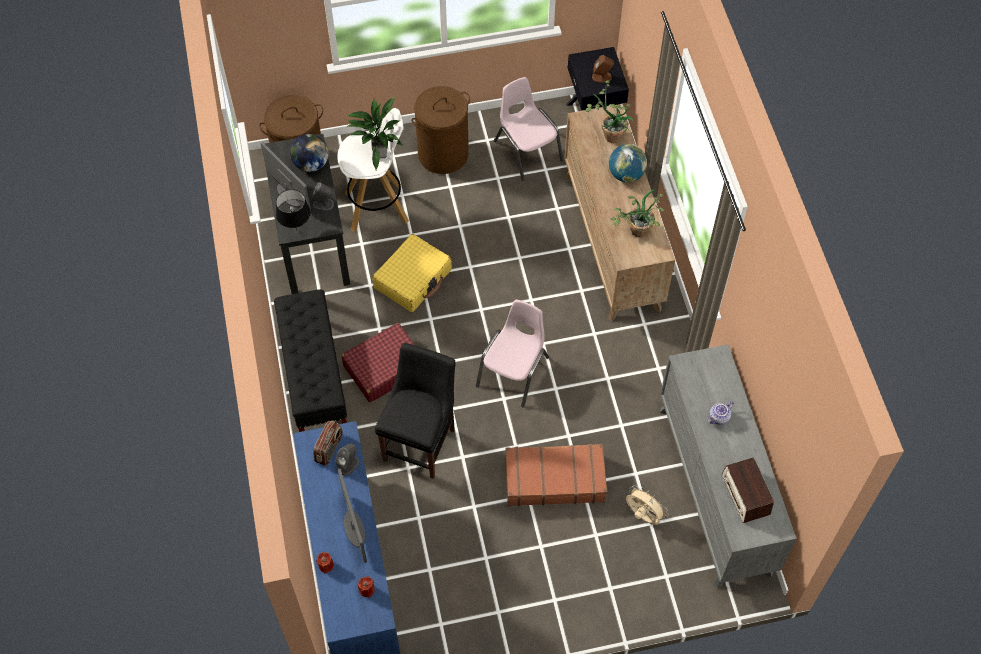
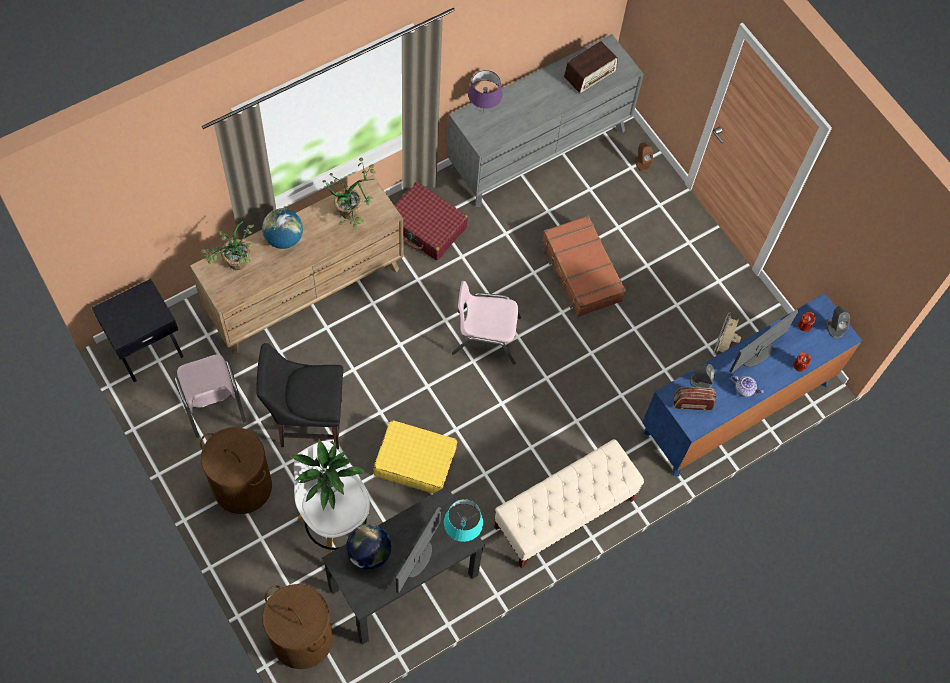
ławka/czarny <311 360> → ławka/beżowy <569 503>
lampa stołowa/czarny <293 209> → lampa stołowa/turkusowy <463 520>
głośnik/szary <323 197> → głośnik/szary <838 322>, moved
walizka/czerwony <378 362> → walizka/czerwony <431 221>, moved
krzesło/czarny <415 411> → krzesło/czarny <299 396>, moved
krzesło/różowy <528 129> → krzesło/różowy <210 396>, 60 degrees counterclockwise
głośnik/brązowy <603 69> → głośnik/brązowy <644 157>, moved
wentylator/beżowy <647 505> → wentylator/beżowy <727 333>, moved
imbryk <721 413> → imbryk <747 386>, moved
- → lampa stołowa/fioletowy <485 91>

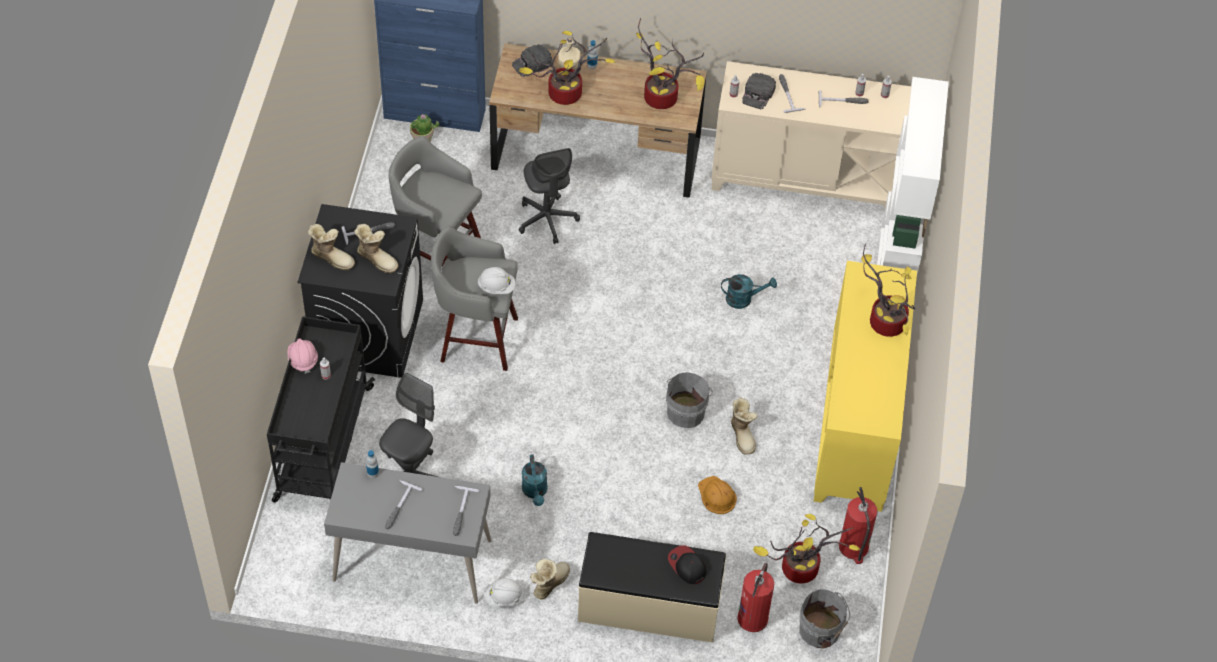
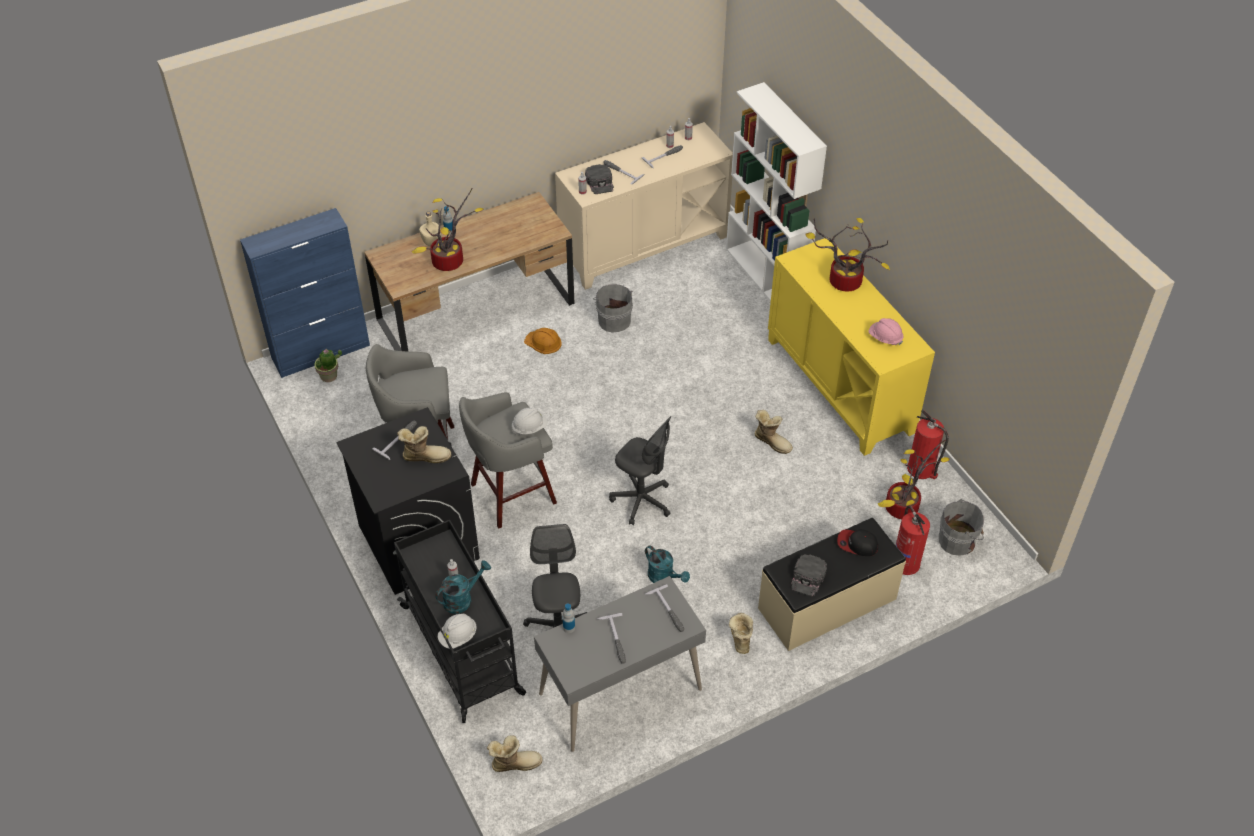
kask/różowy <302 356> → kask/różowy <886 331>, moved
but z cholewką <331 247> → but z cholewką <514 753>, moved
kask/biały <505 592> → kask/biały <457 631>, moved
czapka z daszkiem/czarny <532 60> → czapka z daszkiem/czarny <809 575>, moved
krzesło biurowe/szary <549 196> → krzesło biurowe/szary <640 470>, moved
roślina doniczkowa <670 63> → -
wiadro/szary <689 400> → wiadro/szary <613 308>, moved
kask/pomarańczowy <717 495> → kask/pomarańczowy <543 341>, moved
konewka/turkusowy <749 291> → konewka/turkusowy <463 587>, moved

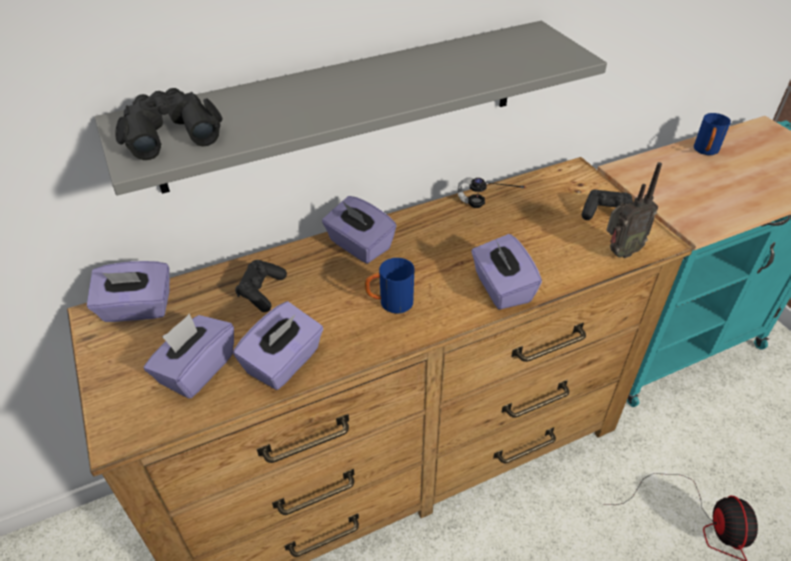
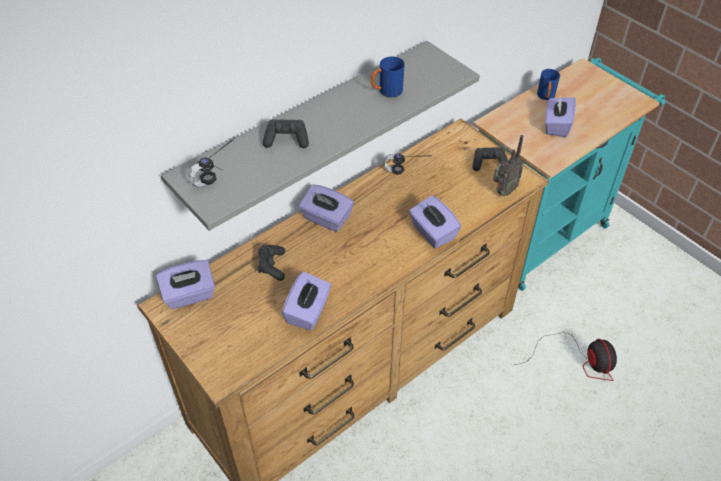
lornetka/czarny <169 124> → słuchawki <212 162>
pudełko chusteczek/fioletowy <189 356> → pudełko chusteczek/fioletowy <560 115>, moved
kubek/niebieski <389 286> → kubek/niebieski <388 76>, moved
- → pad do gier/czarny <286 133>

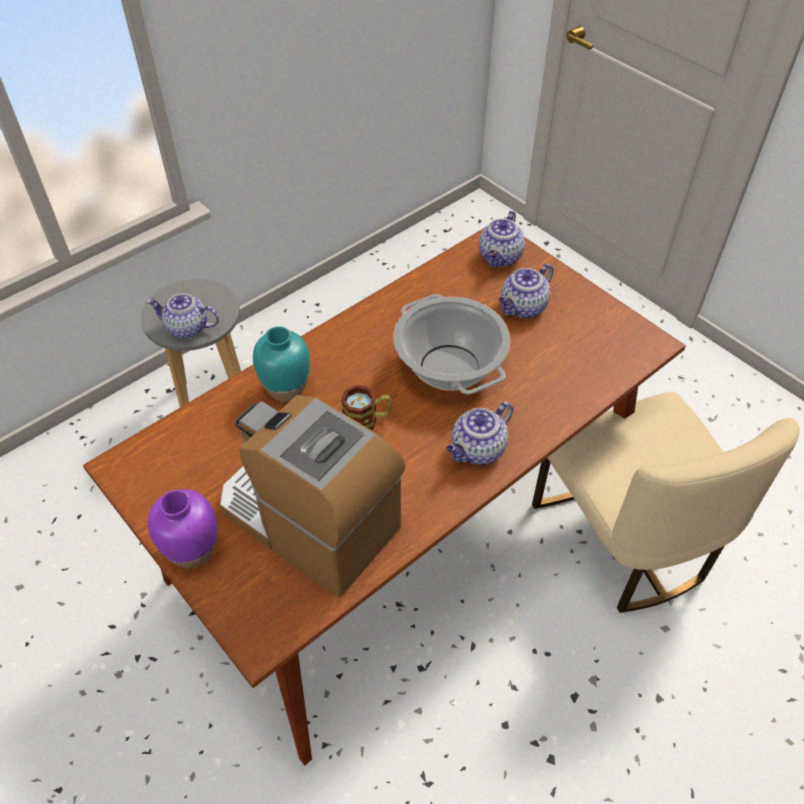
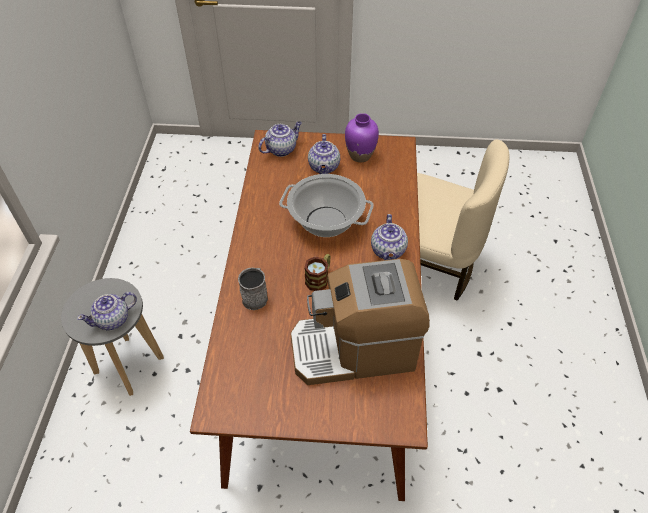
wazon/fioletowy <182 528> → wazon/fioletowy <362 137>, moved
wazon/turkusowy <281 364> → kubek/szary <253 289>
imbryk <502 239> → imbryk <280 139>, 105 degrees counterclockwise

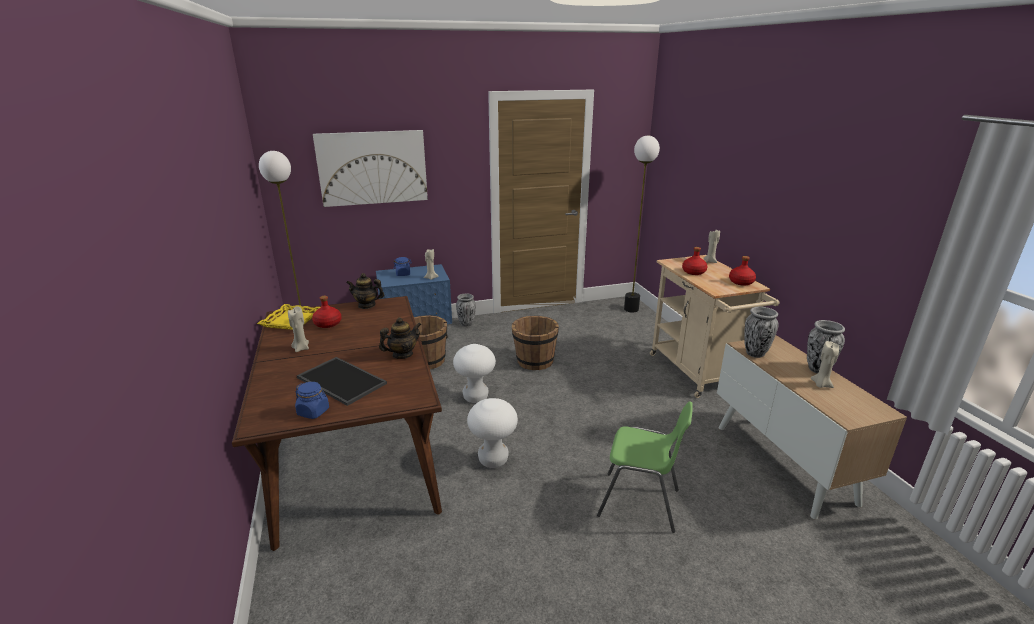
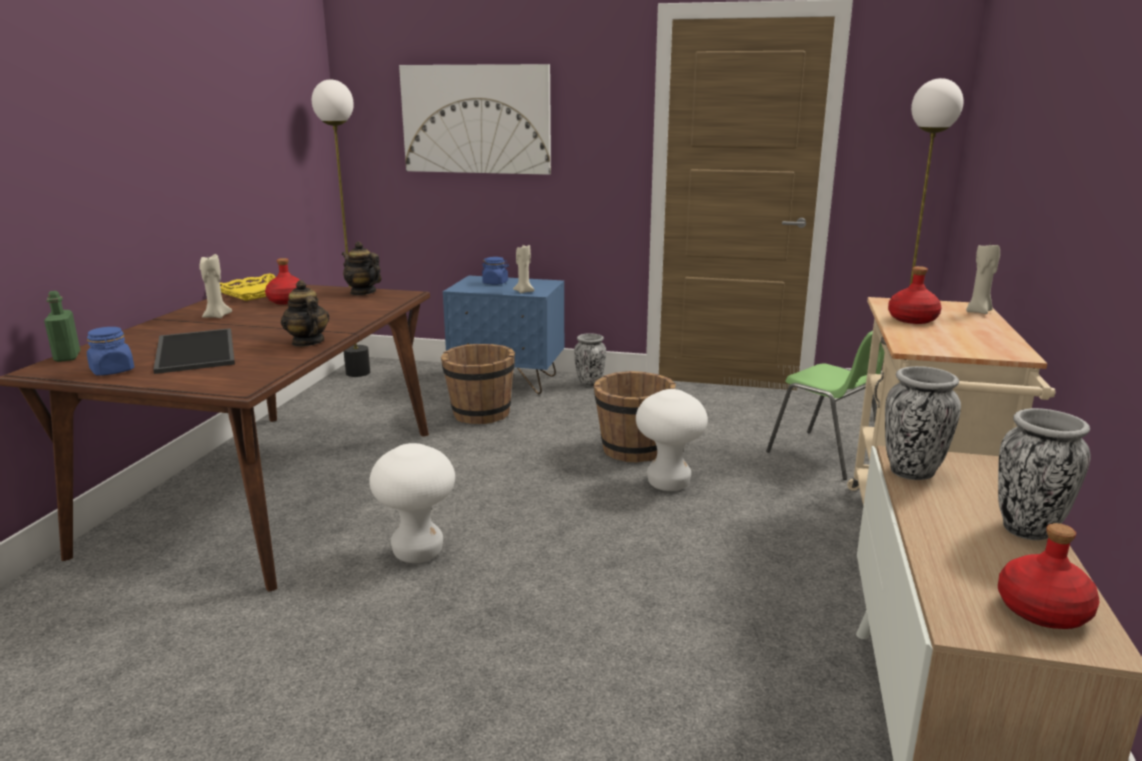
imbryk <400 338> → imbryk <305 313>, 120 degrees counterclockwise
stołek/biały <474 373> → stołek/biały <672 440>, moved
krzesło/zielony <645 467> → krzesło/zielony <825 405>, moved
butelka/czerwony <742 271> → butelka/czerwony <1049 576>, moved
świeca/beżowy <825 364> → -
- → butelka/zielony <62 326>

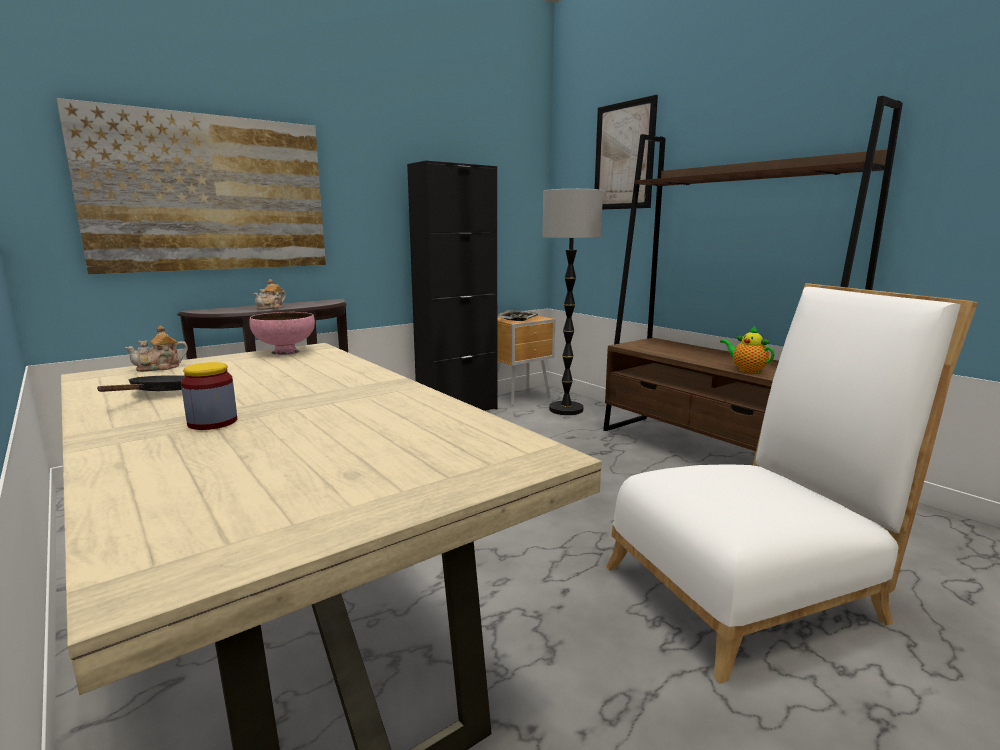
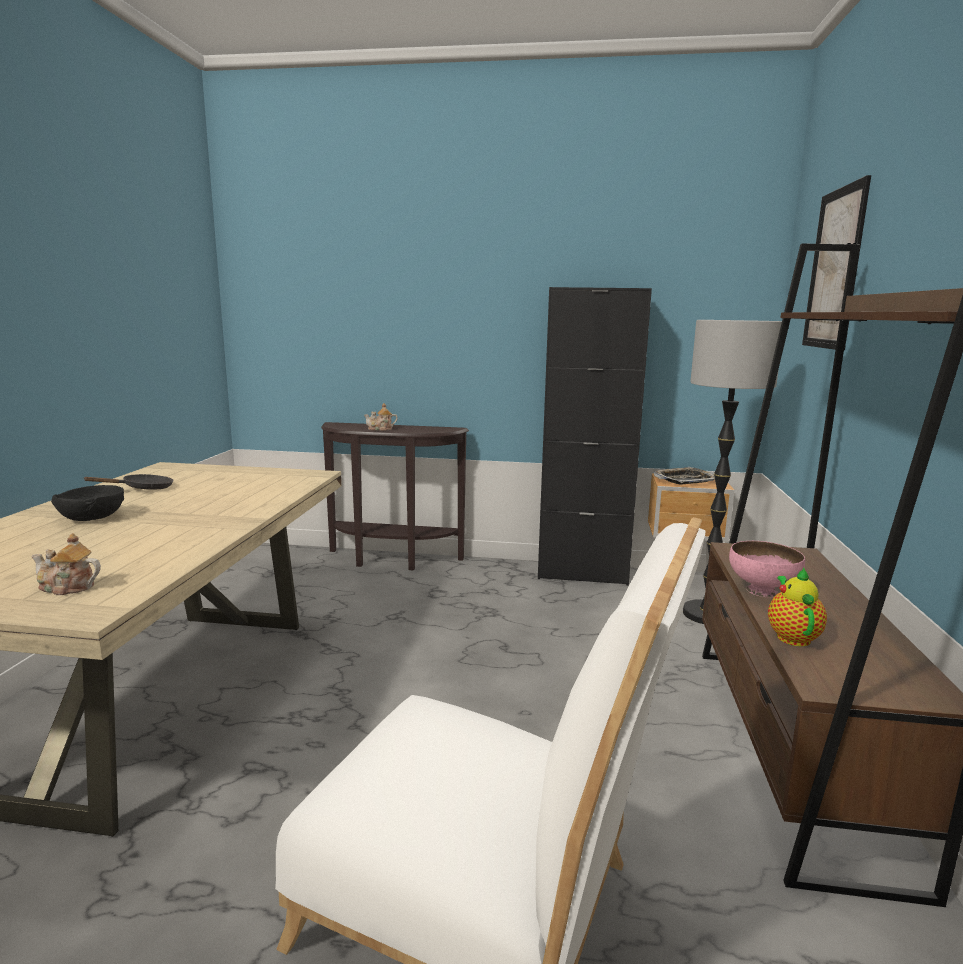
obraz <191 186> → -
imbryk <156 349> → imbryk <66 564>, moved
słoik <209 396> → miska/czarny <87 503>
miska/różowy <282 333> → miska/różowy <767 569>, moved

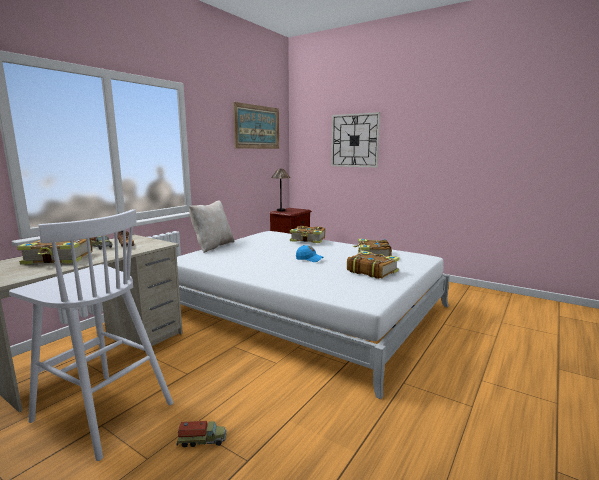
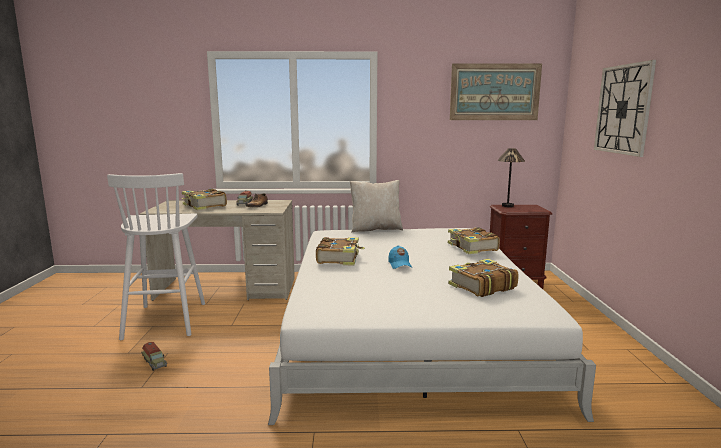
książka <373 265> → książka <340 251>, moved

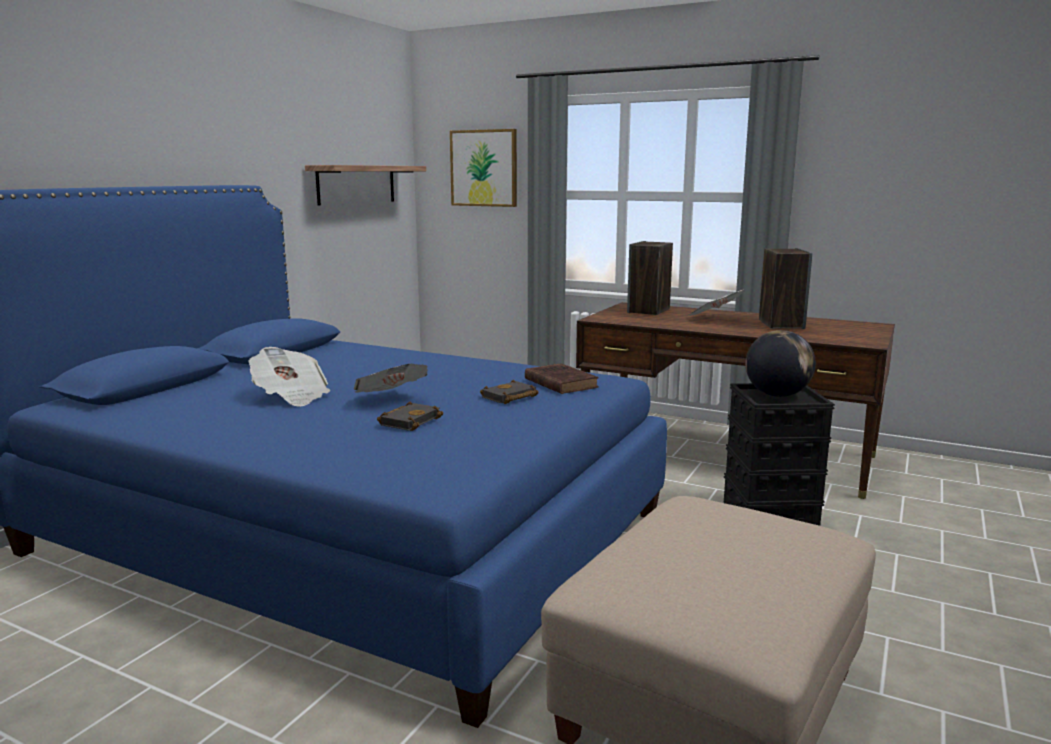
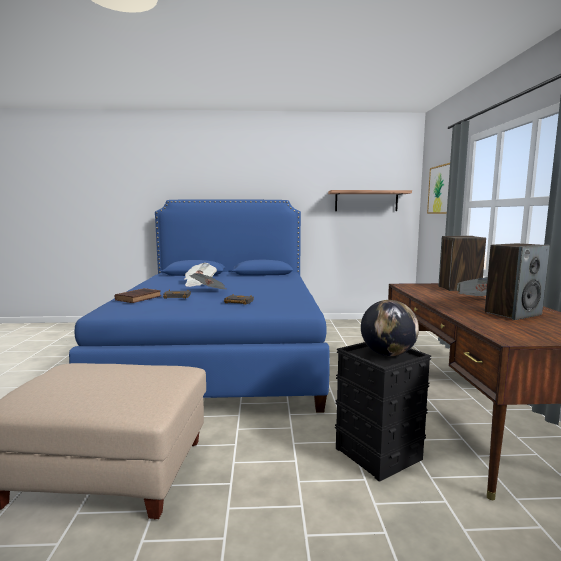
książka/brązowy <562 378> → książka/brązowy <138 295>, moved

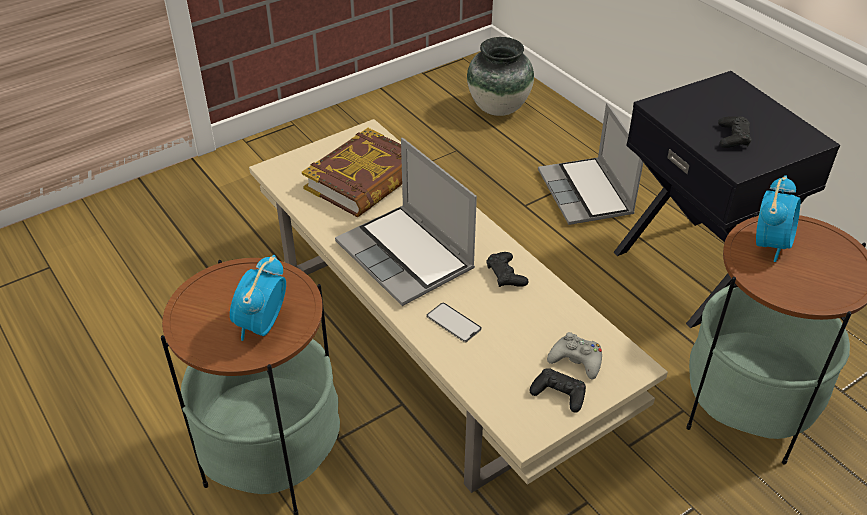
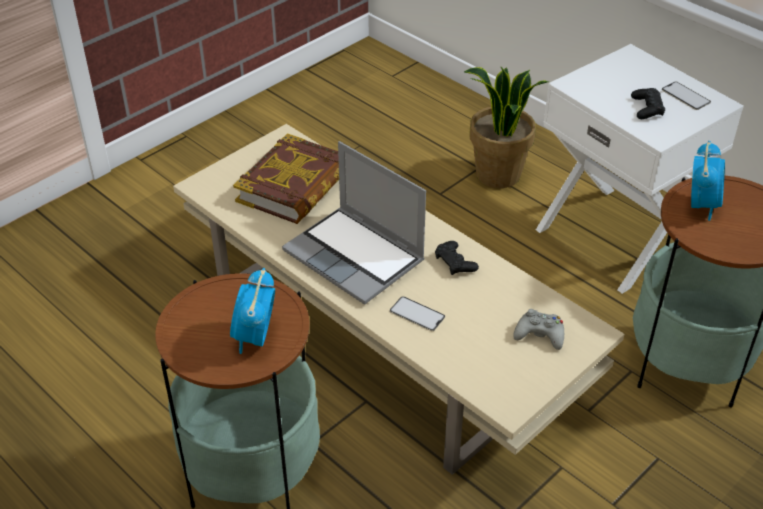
wazon <500 76> → -
pad do gier/czarny <558 390> → -
laptop <590 164> → roślina doniczkowa <506 127>
stolik/czarny <727 199> → stolik/biały <640 169>
- → telefon <686 96>

